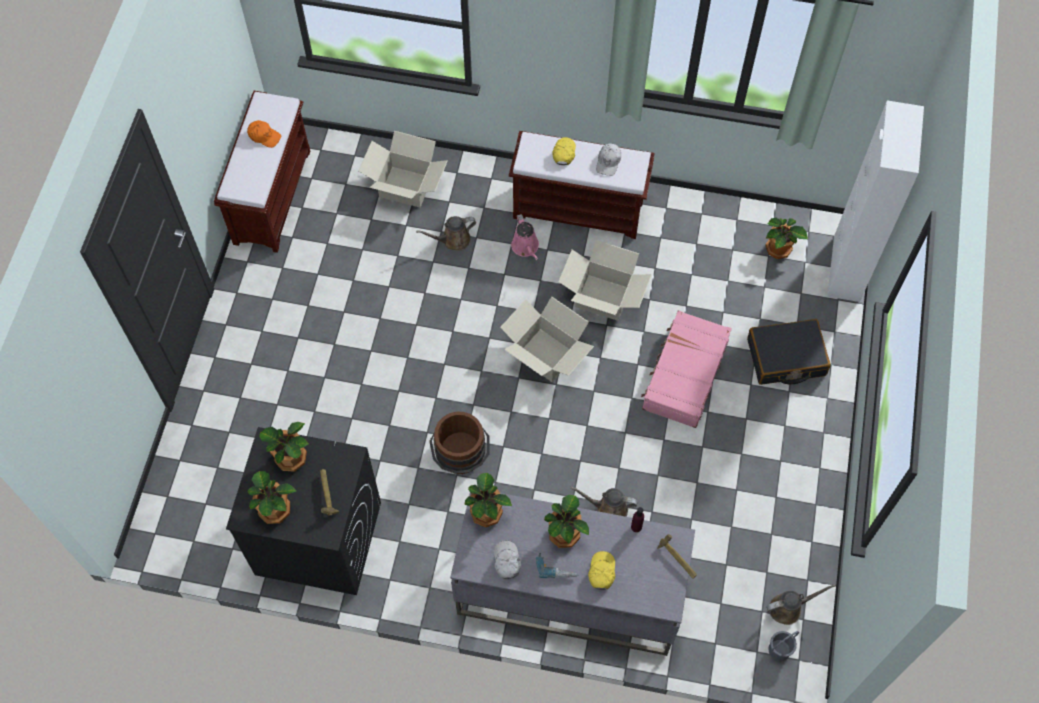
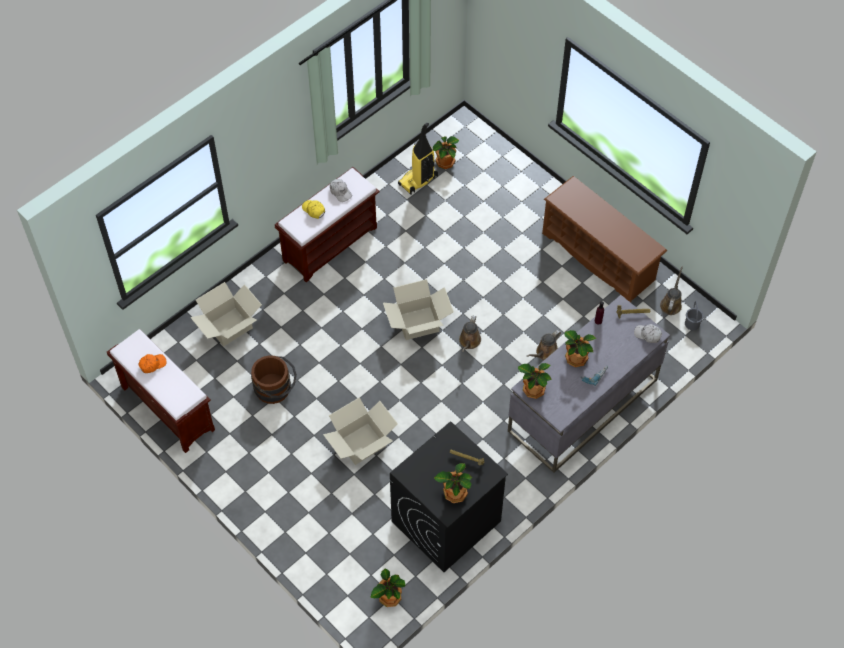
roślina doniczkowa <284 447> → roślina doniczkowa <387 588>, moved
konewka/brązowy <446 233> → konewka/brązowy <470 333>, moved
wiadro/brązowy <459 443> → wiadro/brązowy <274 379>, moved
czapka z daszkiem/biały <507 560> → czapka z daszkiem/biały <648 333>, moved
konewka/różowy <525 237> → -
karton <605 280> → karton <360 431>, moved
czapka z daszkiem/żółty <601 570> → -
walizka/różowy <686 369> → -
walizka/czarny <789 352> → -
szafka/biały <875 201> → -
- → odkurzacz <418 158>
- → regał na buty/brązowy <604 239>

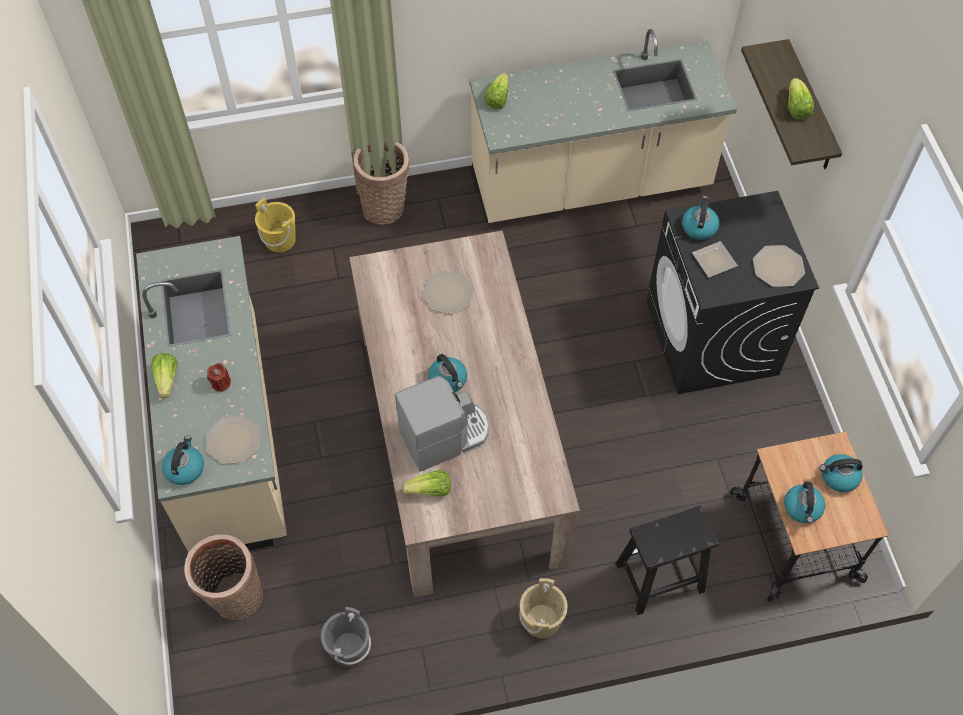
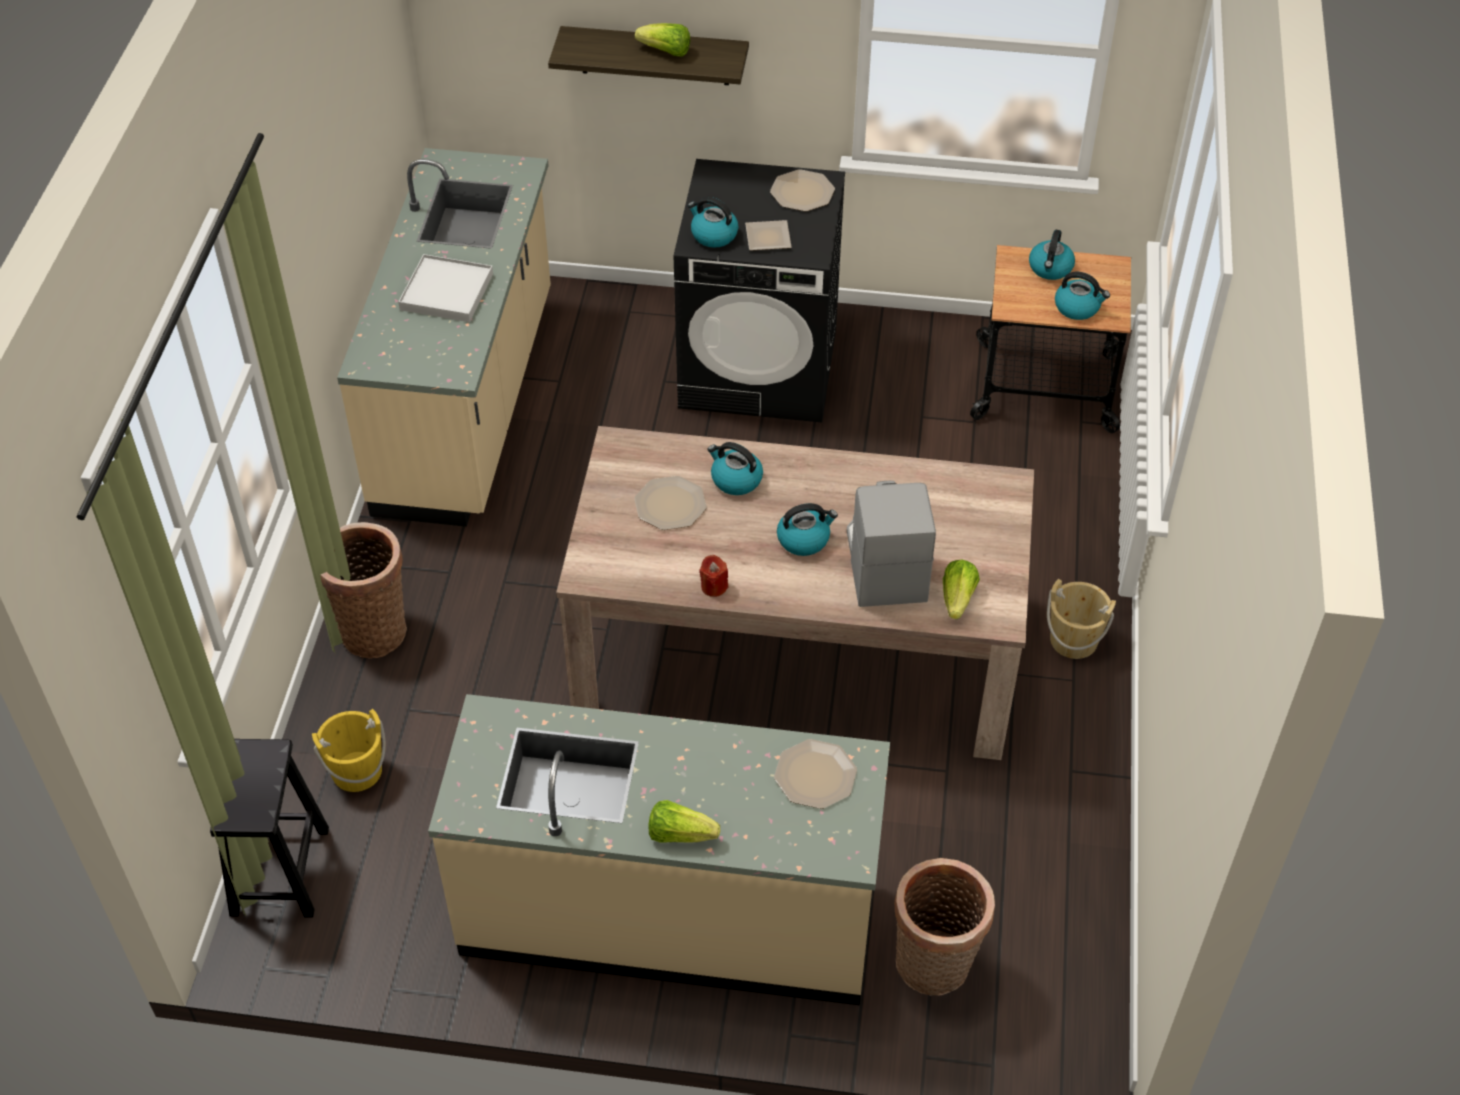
czajnik <183 460> → czajnik <735 468>, moved
świeca/czerwony <219 377> → świeca/czerwony <713 576>, moved
wiadro/szary <346 637> → -
sałata <496 91> → -
stołek/czarny <667 560> → stołek/czarny <269 828>, moved
- → taca/biały <445 288>

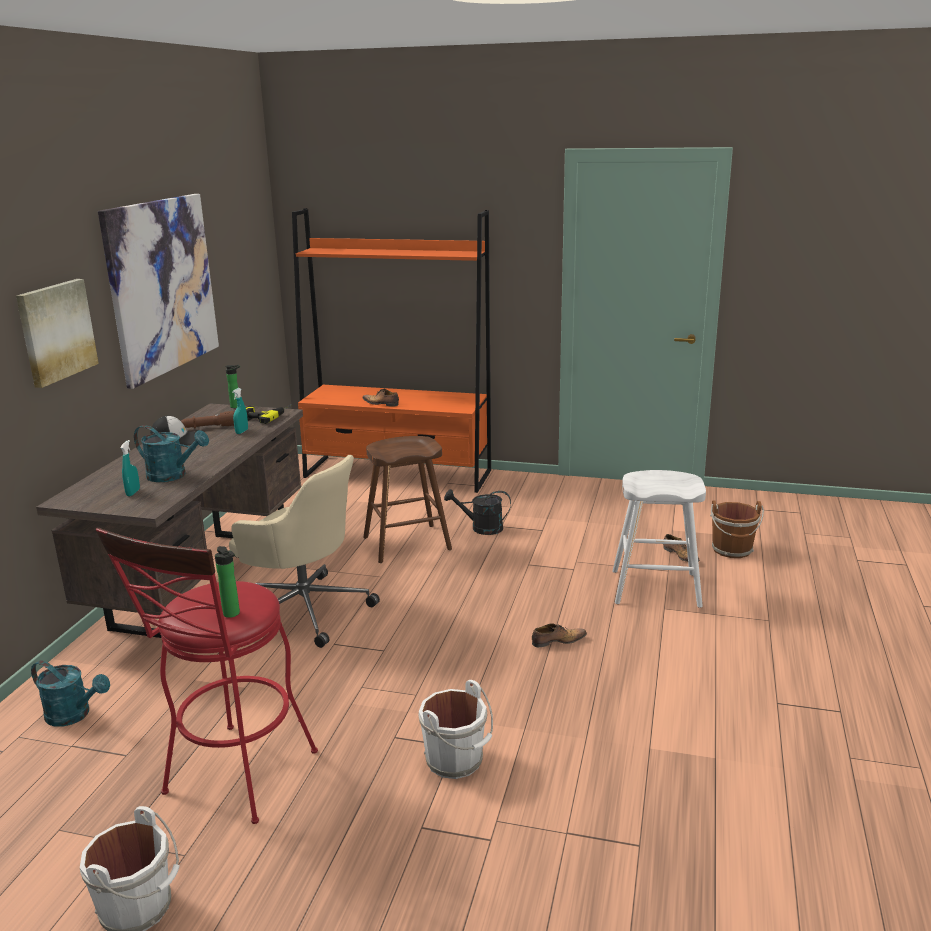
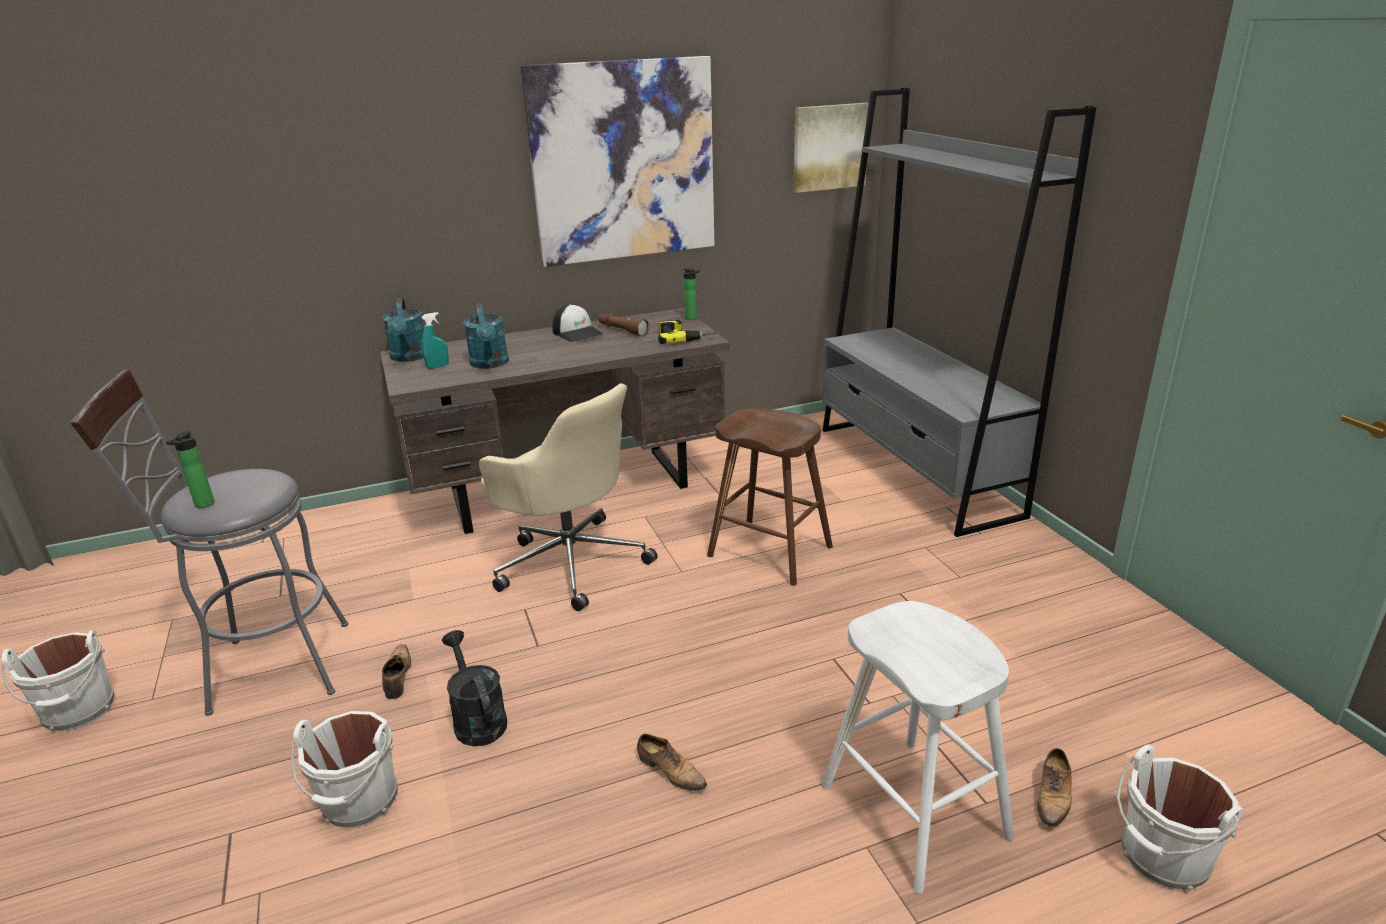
obraz <57 333> → obraz <831 148>, moved
konewka/turkusowy <70 693> → konewka/turkusowy <403 330>, moved
stołek/czerwony <206 676> → stołek/szary <210 542>
krzesło biurowe/beżowy <304 551> → krzesło biurowe/beżowy <568 497>, 45 degrees counterclockwise
spryskiwacz/turkusowy <240 411> → -
regał/pomarańczowy <391 350> → regał/szary <959 312>
but <381 398> → but <396 671>, moved
konewka/czarny <477 512> → konewka/czarny <474 688>, moved
wiadro/brązowy <737 529> → wiadro/biały <1180 817>

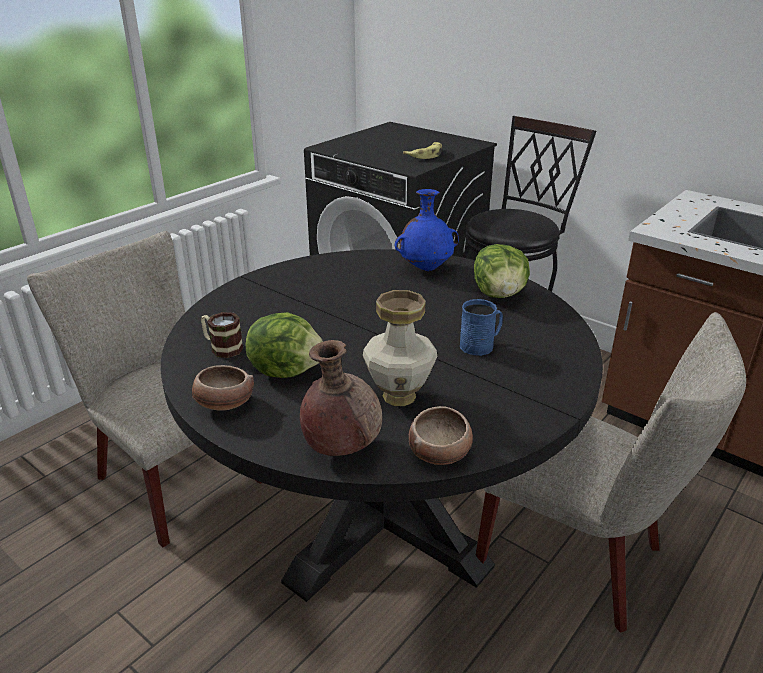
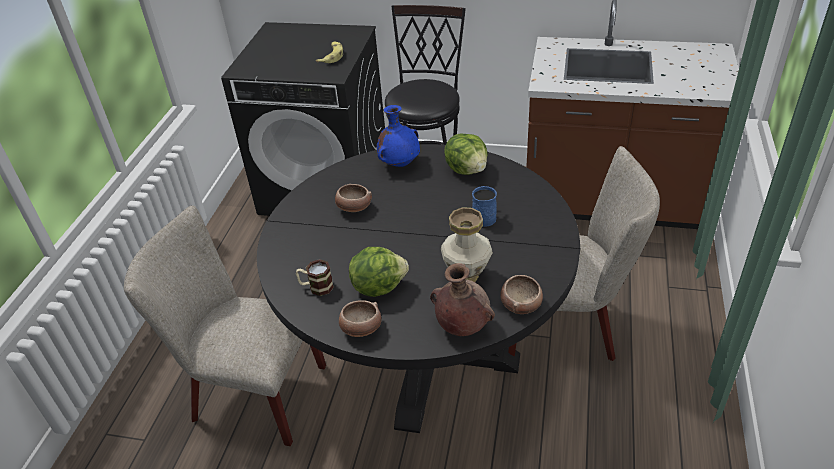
- → miska <353 198>

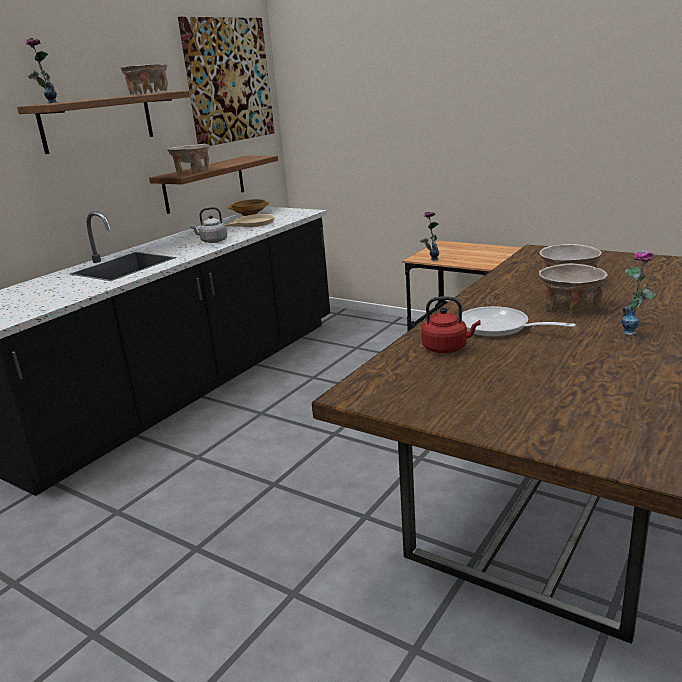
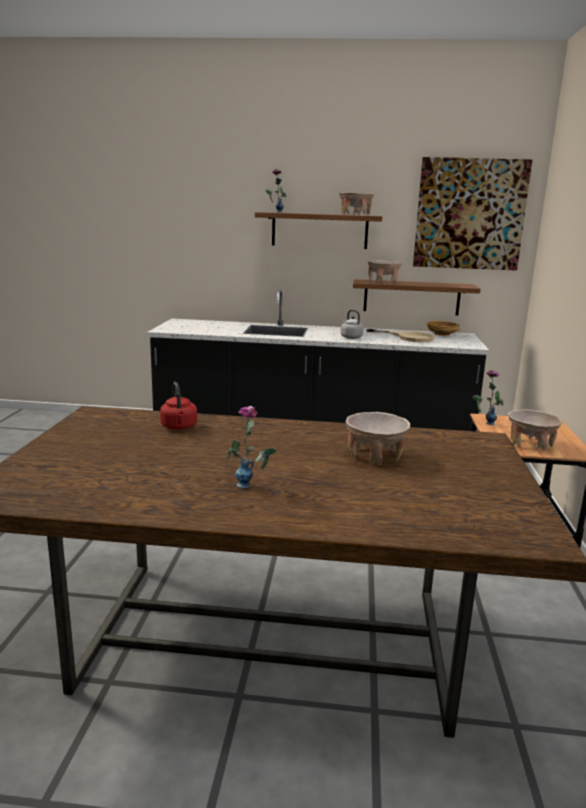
patelnia <519 321> → -
miska/beżowy <573 289> → miska/beżowy <535 429>, moved

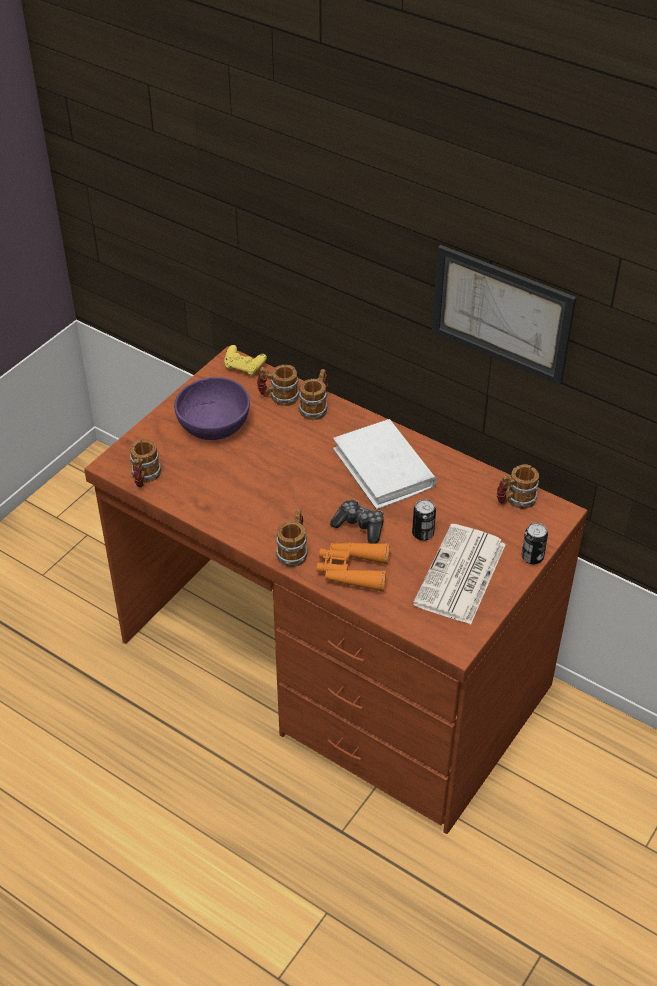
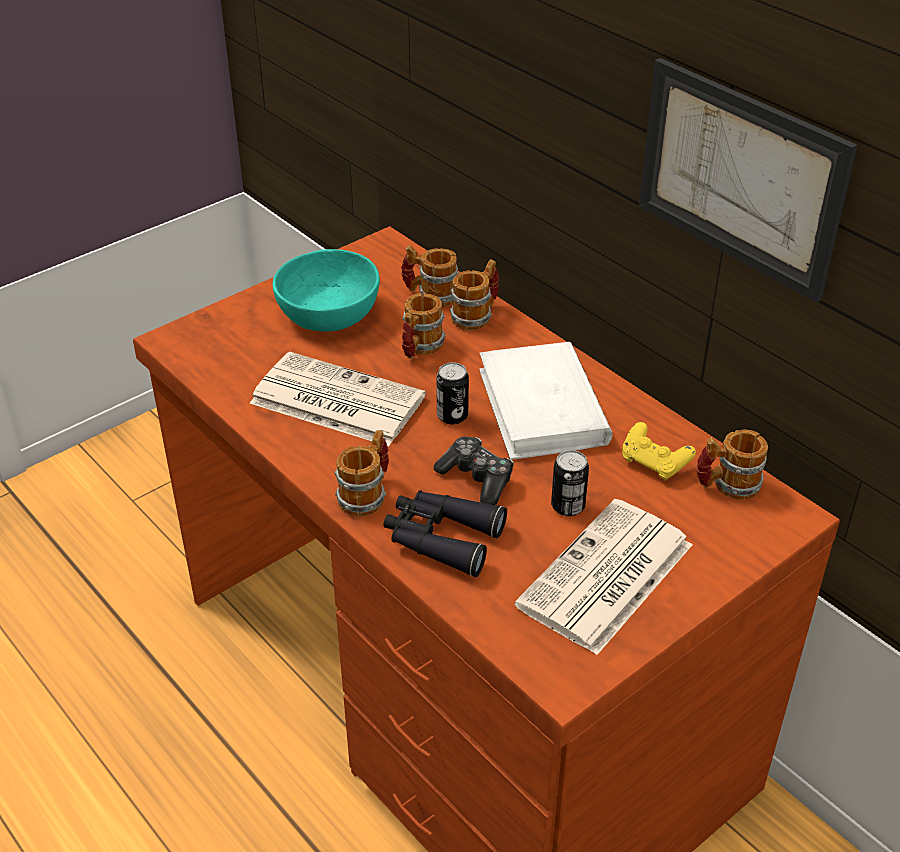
kubek <145 463> → kubek <424 326>, moved
miska/fioletowy <212 408> → miska/turkusowy <326 290>
pad do gier/żółty <245 360> → pad do gier/żółty <659 451>, moved
lornetka/pomarańczowy <353 567> → lornetka/czarny <445 533>
puszka <535 543> → puszka <452 393>, moved
- → gazeta <338 399>

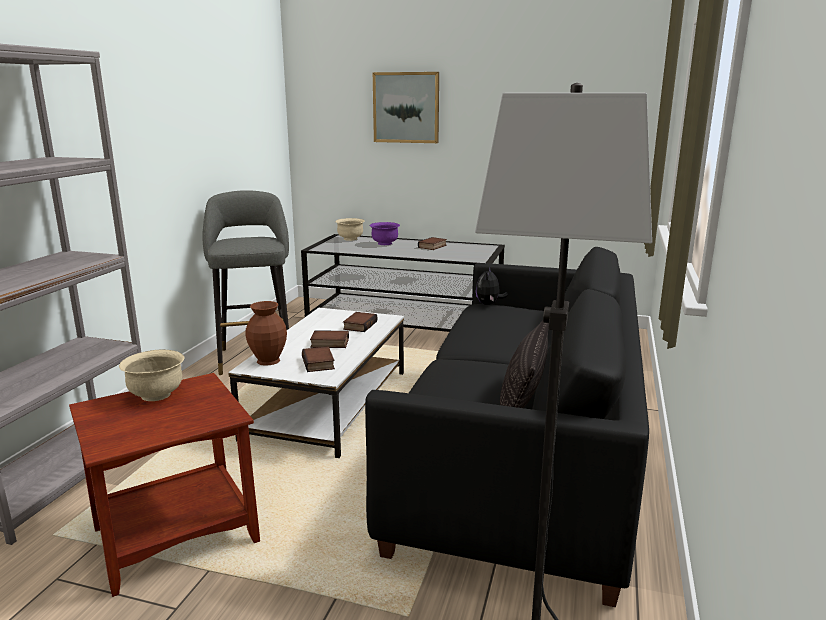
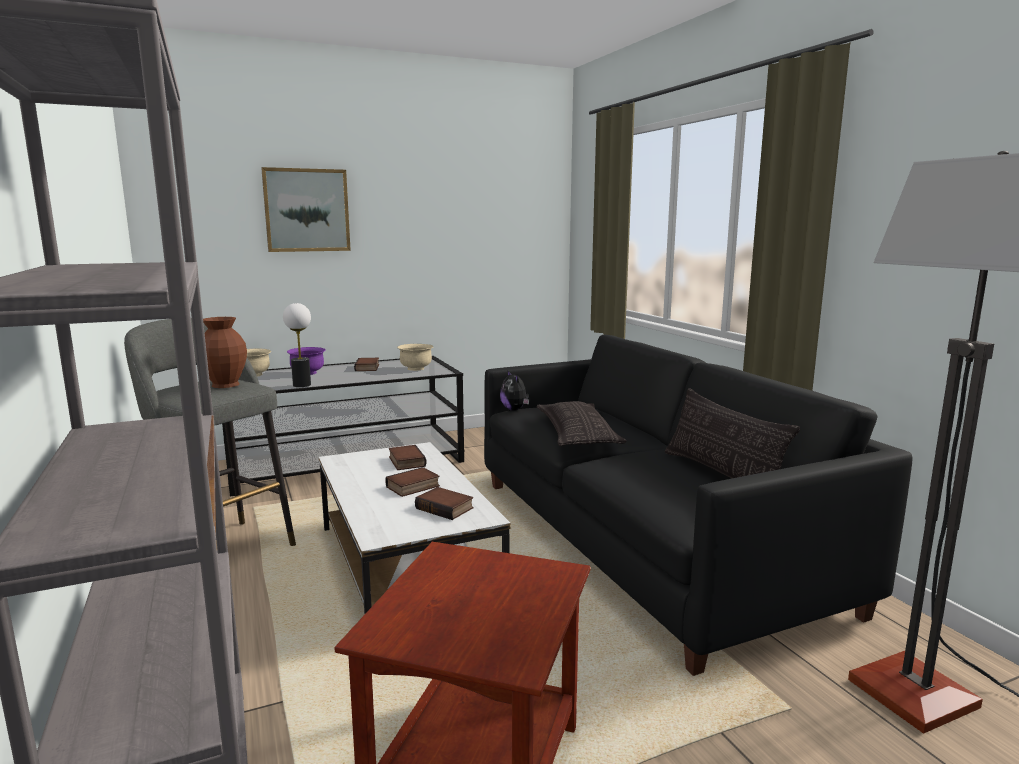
miska/beżowy <151 375> → miska/beżowy <415 357>, moved
wazon/brązowy <266 333> → wazon/brązowy <225 352>, moved
- → lampa stołowa <297 345>
- → poduszka <581 423>

